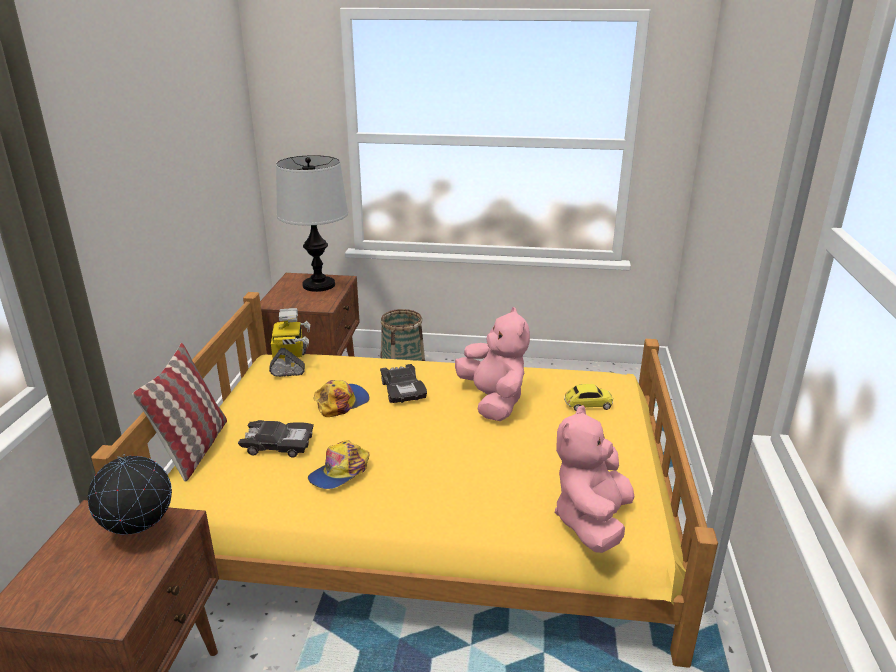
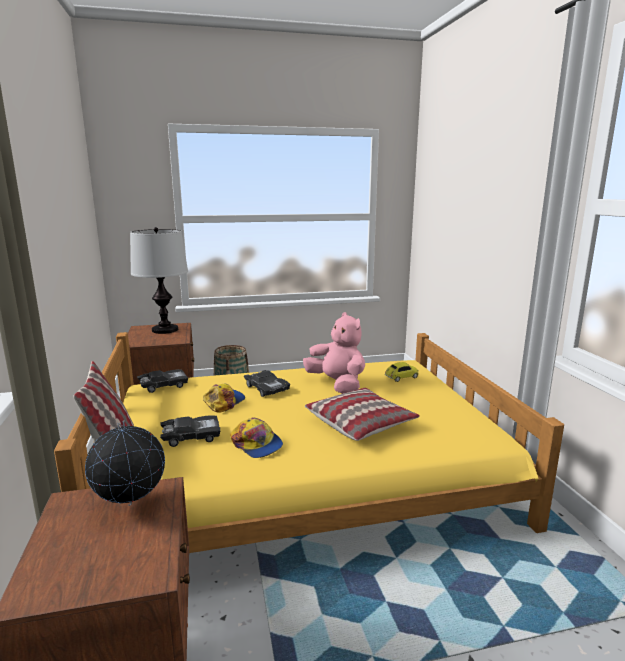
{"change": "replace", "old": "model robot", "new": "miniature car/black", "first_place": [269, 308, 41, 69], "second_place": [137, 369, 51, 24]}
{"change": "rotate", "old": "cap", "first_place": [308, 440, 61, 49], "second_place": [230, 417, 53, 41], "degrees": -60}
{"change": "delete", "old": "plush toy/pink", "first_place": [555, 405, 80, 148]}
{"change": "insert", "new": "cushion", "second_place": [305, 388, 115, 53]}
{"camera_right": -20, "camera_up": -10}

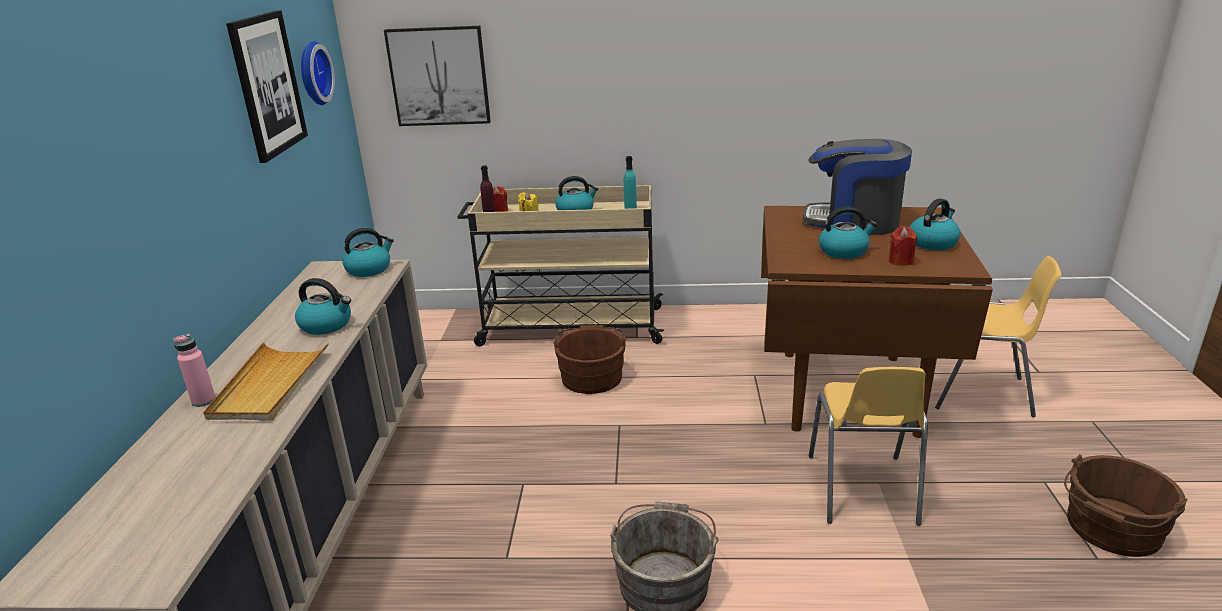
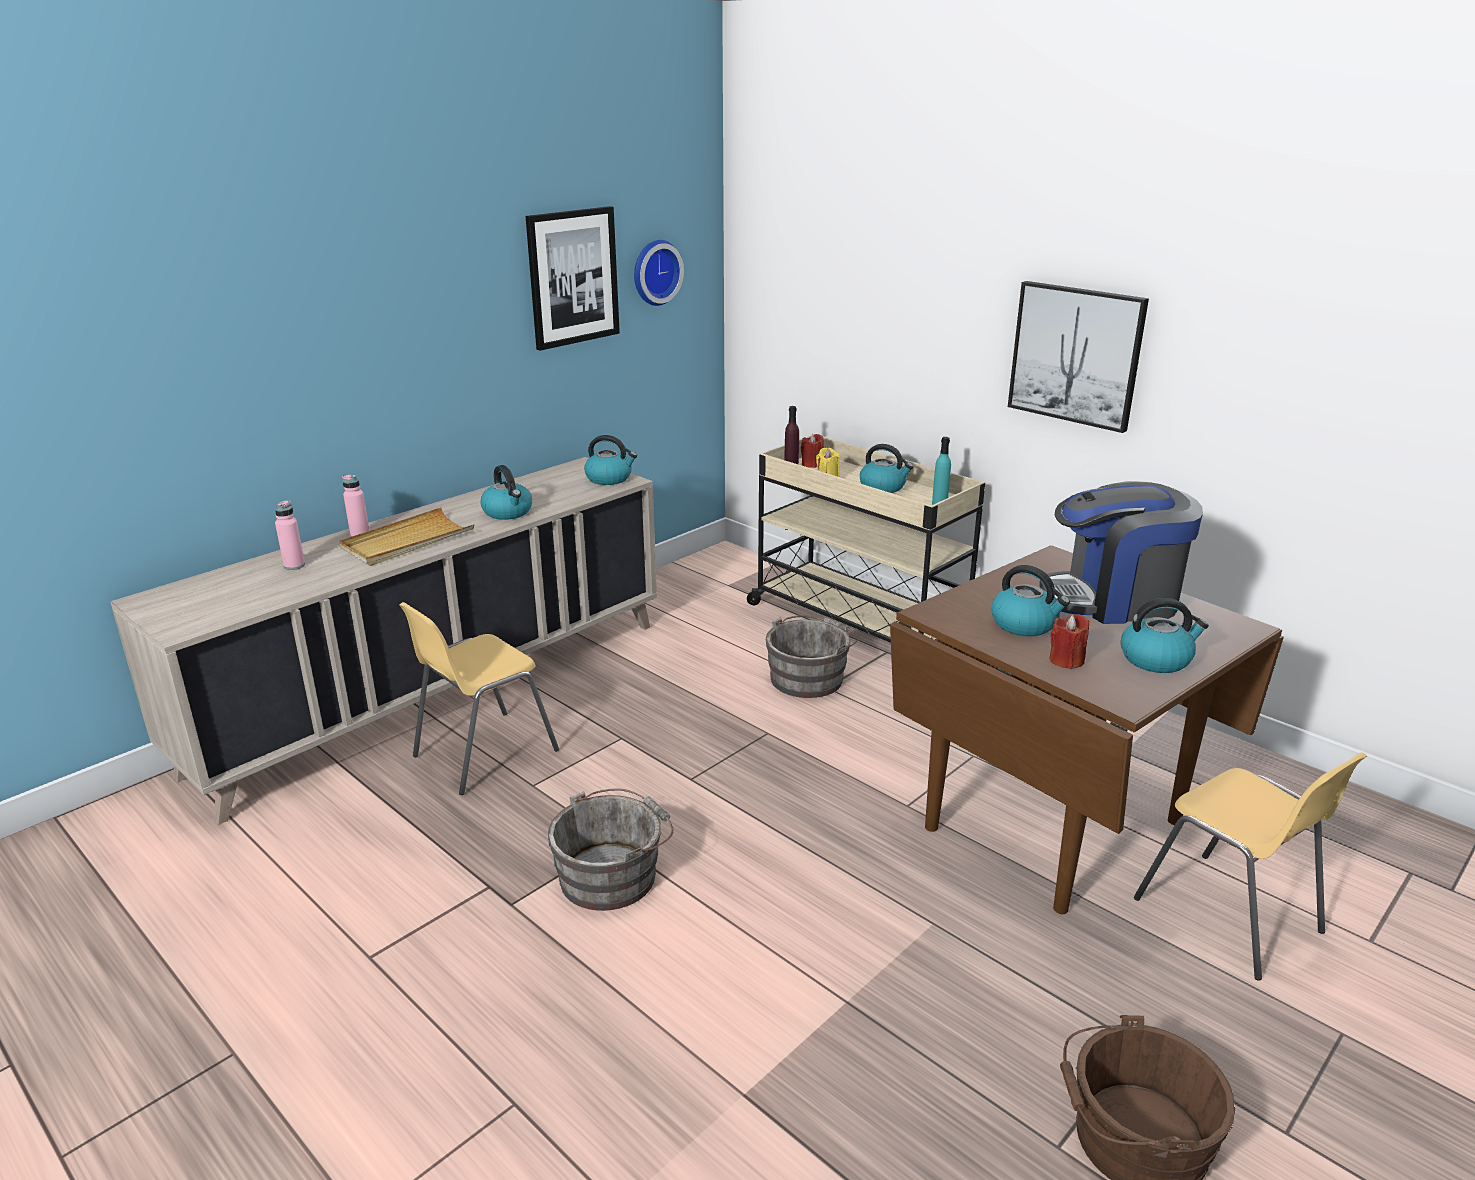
{"change": "move", "old": "wall picture", "first_place": [384, 26, 107, 100], "second_place": [1008, 281, 141, 152]}
{"change": "recolor", "old": "pail/brownish", "new": "pail/grey", "first_place": [553, 325, 74, 69], "second_place": [766, 615, 93, 83]}
{"change": "rotate", "old": "coffee maker", "first_place": [803, 139, 109, 96], "second_place": [1040, 481, 163, 143], "degrees": -60}
{"change": "move", "old": "chair/yellowish", "first_place": [809, 367, 119, 159], "second_place": [399, 602, 160, 193]}
{"change": "insert", "new": "beverage bottle/pink", "second_place": [275, 500, 30, 70]}
{"camera_right": 40, "camera_up": 0}

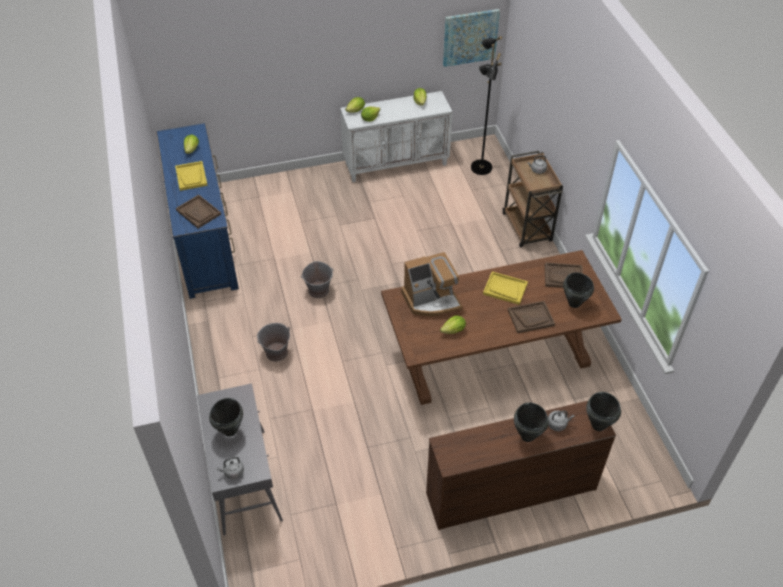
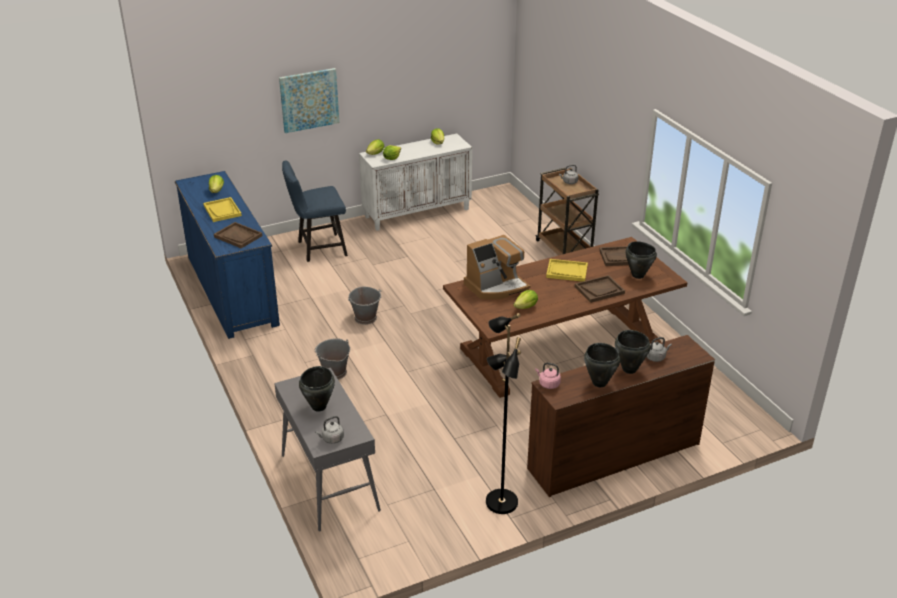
{"change": "move", "old": "wall picture", "first_place": [443, 9, 57, 58], "second_place": [279, 68, 60, 65]}
{"change": "move", "old": "floor lamp/black", "first_place": [471, 36, 31, 139], "second_place": [486, 313, 35, 201]}
{"change": "move", "old": "saucepot/black", "first_place": [586, 392, 35, 39], "second_place": [584, 343, 36, 44]}
{"change": "insert", "new": "chair/blue-coloured", "second_place": [282, 161, 66, 101]}
{"change": "insert", "new": "water kettle/pink", "second_place": [535, 363, 26, 26]}
{"camera_right": -10, "camera_up": -15}

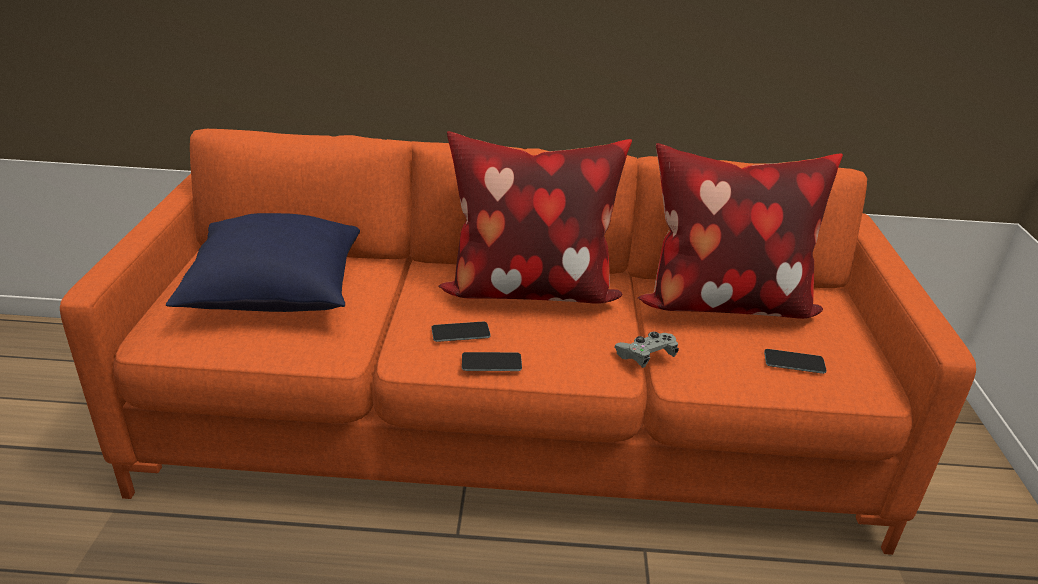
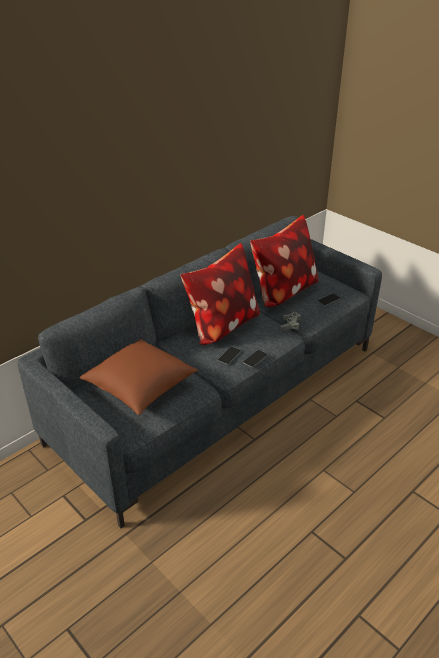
{"change": "recolor", "old": "settee/orange", "new": "settee/grey", "first_place": [60, 129, 916, 426], "second_place": [18, 216, 364, 312]}
{"change": "recolor", "old": "cushion/blue-coloured", "new": "cushion/brownish", "first_place": [166, 213, 194, 99], "second_place": [80, 339, 118, 76]}
{"camera_right": -45, "camera_up": 5}

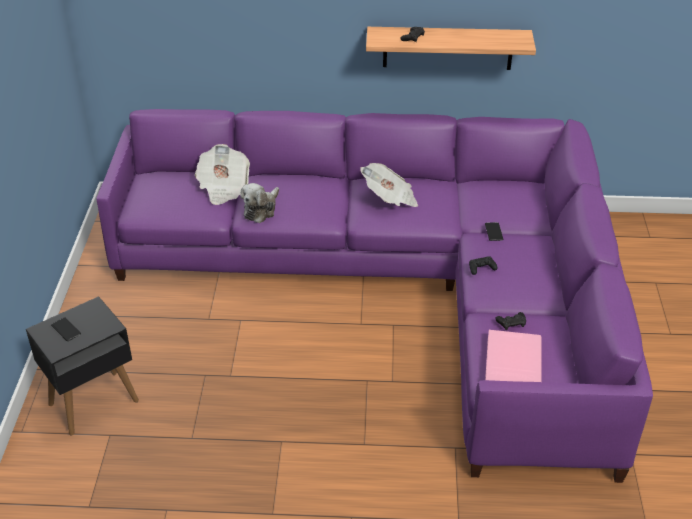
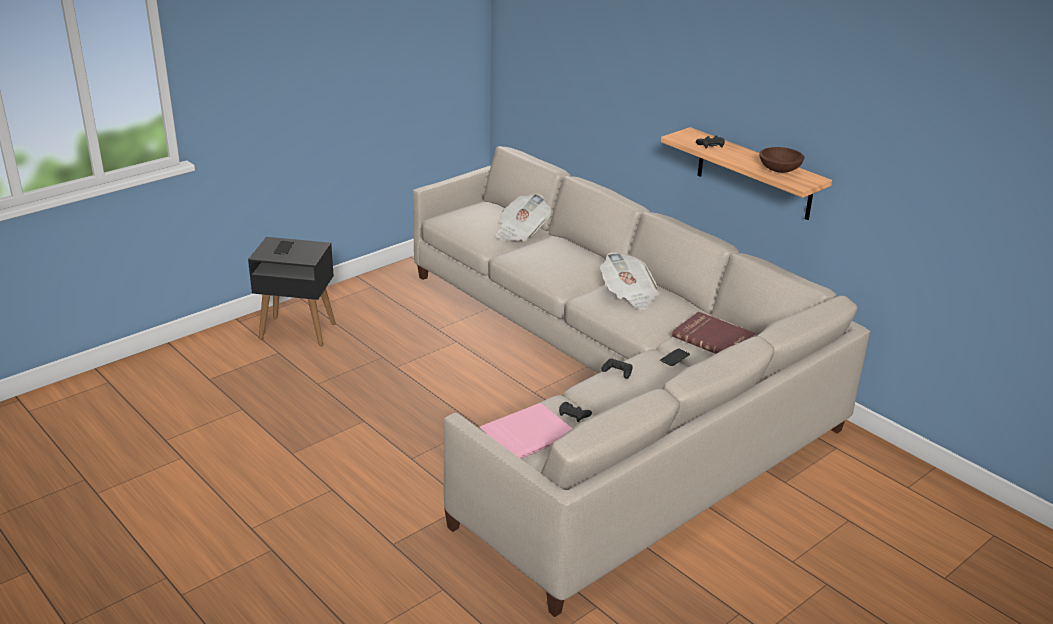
{"change": "recolor", "old": "settee/purple-coloured", "new": "settee/beige", "first_place": [96, 109, 557, 374], "second_place": [413, 146, 457, 471]}
{"change": "delete", "old": "plush toy", "first_place": [240, 183, 39, 40]}
{"change": "insert", "new": "volume/reddish", "second_place": [672, 312, 83, 42]}
{"change": "insert", "new": "deep dish/brownish", "second_place": [759, 147, 45, 26]}
{"camera_right": 45, "camera_up": -10}

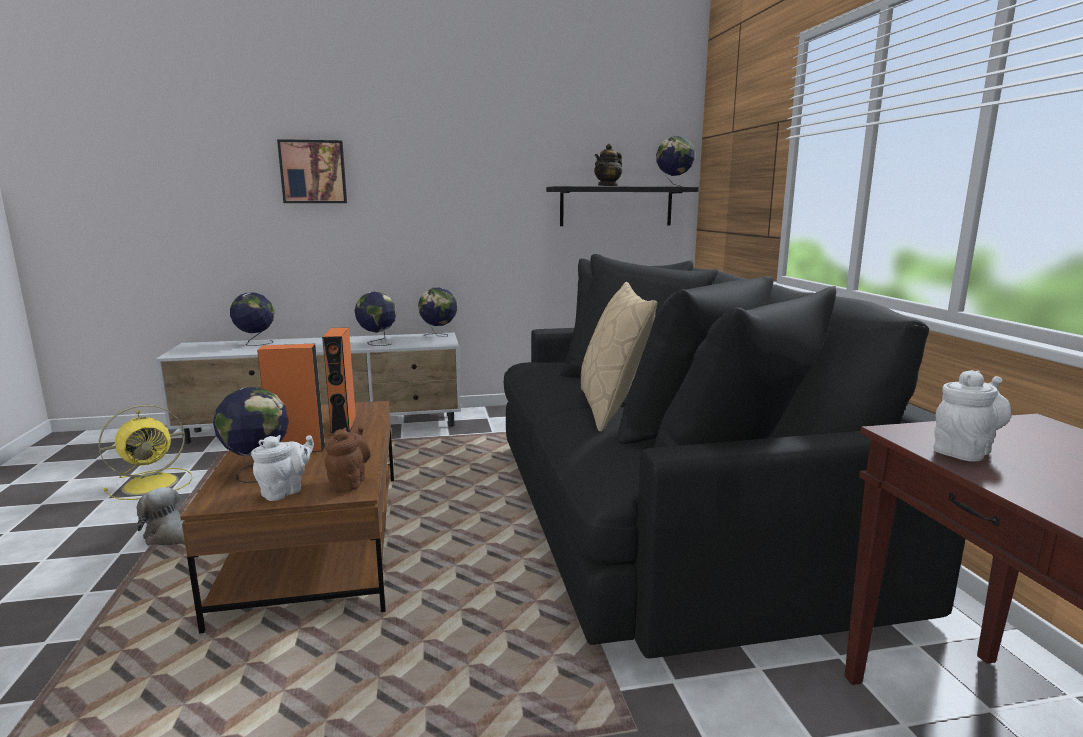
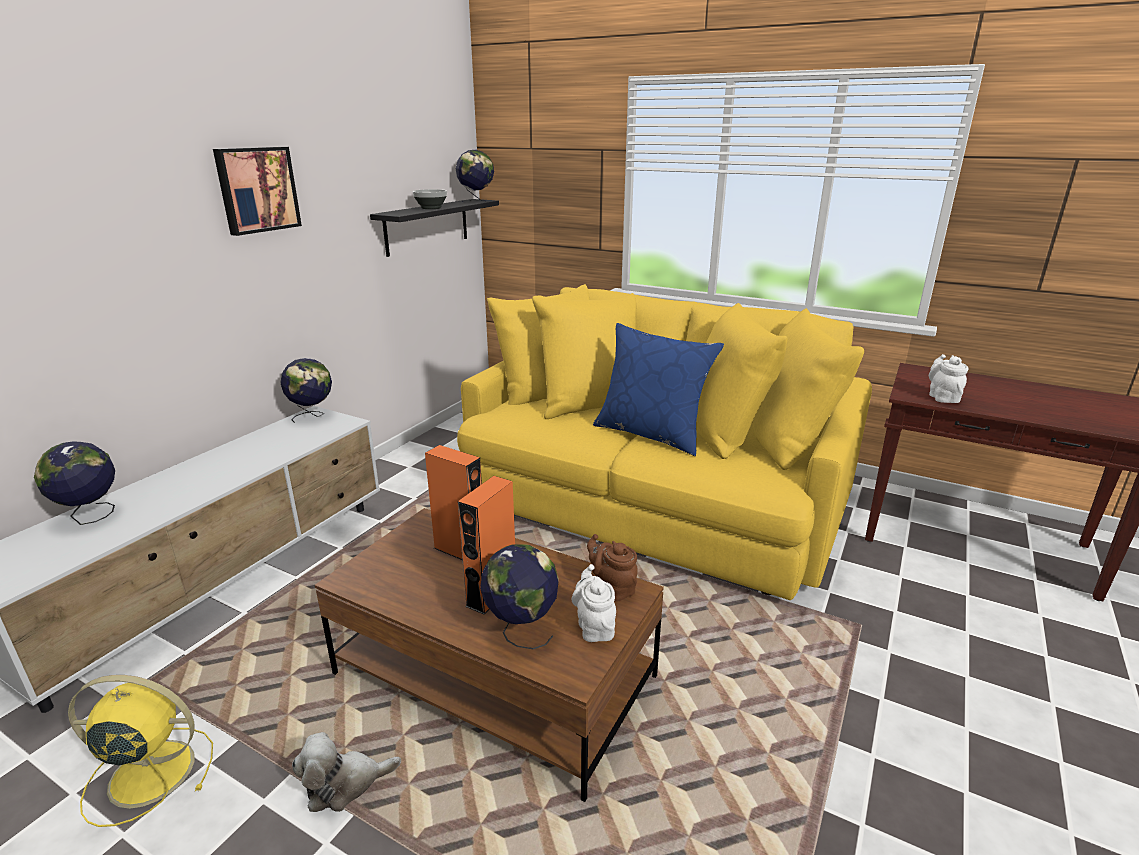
{"change": "rotate", "old": "cooling fan/yellowish", "first_place": [99, 405, 94, 95], "second_place": [68, 675, 145, 152], "degrees": -90}
{"change": "move", "old": "wall picture", "first_place": [277, 139, 70, 64], "second_place": [213, 147, 89, 89]}
{"change": "delete", "old": "desk globe", "first_place": [355, 292, 41, 54]}
{"change": "recolor", "old": "settee/black", "new": "settee/yellowish", "first_place": [504, 254, 461, 404], "second_place": [457, 284, 415, 316]}
{"change": "recolor", "old": "cushion/beige", "new": "cushion/blue-coloured", "first_place": [581, 282, 76, 150], "second_place": [593, 323, 131, 133]}
{"change": "replace", "old": "teapot", "new": "deep dish", "first_place": [594, 144, 28, 42], "second_place": [412, 189, 35, 20]}
{"camera_right": -50, "camera_up": 10}

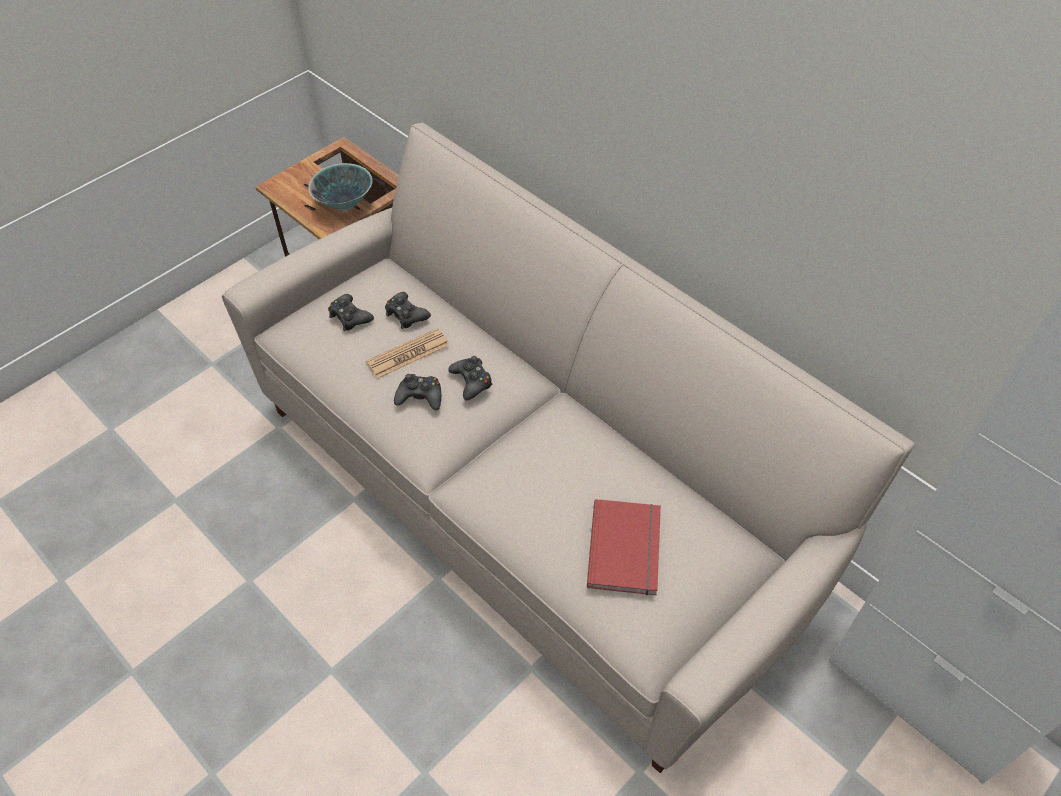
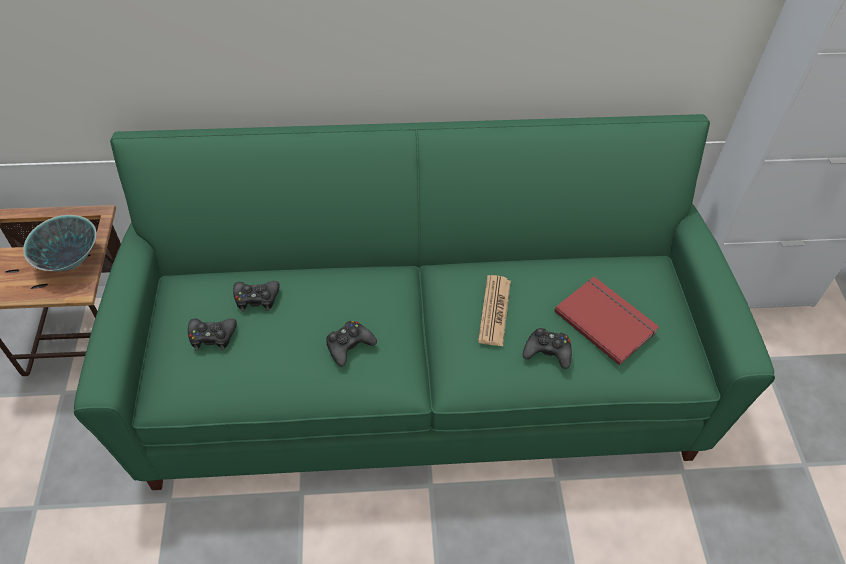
{"change": "recolor", "old": "settee/beige", "new": "settee/green", "first_place": [222, 123, 693, 650], "second_place": [74, 114, 701, 376]}
{"change": "move", "old": "printed paper", "first_place": [366, 328, 83, 51], "second_place": [478, 275, 33, 71]}
{"change": "move", "old": "game controller/black", "first_place": [448, 356, 45, 44], "second_place": [523, 328, 49, 41]}
{"camera_right": -50, "camera_up": 0}

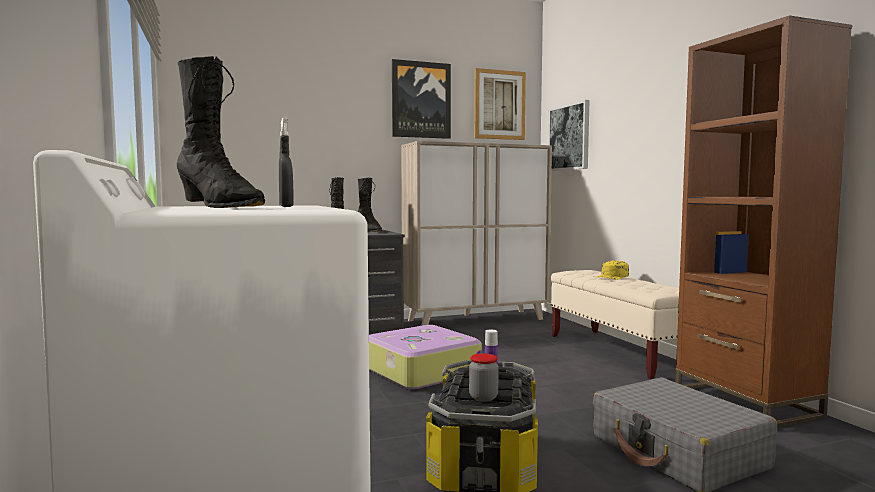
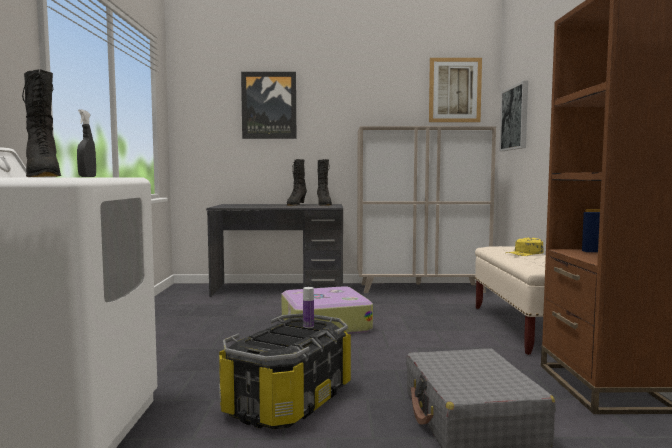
{"change": "move", "old": "wall picture", "first_place": [392, 59, 59, 80], "second_place": [241, 72, 55, 67]}
{"change": "delete", "old": "preserve jar", "first_place": [469, 353, 30, 49]}
{"camera_right": 20, "camera_up": 0}

